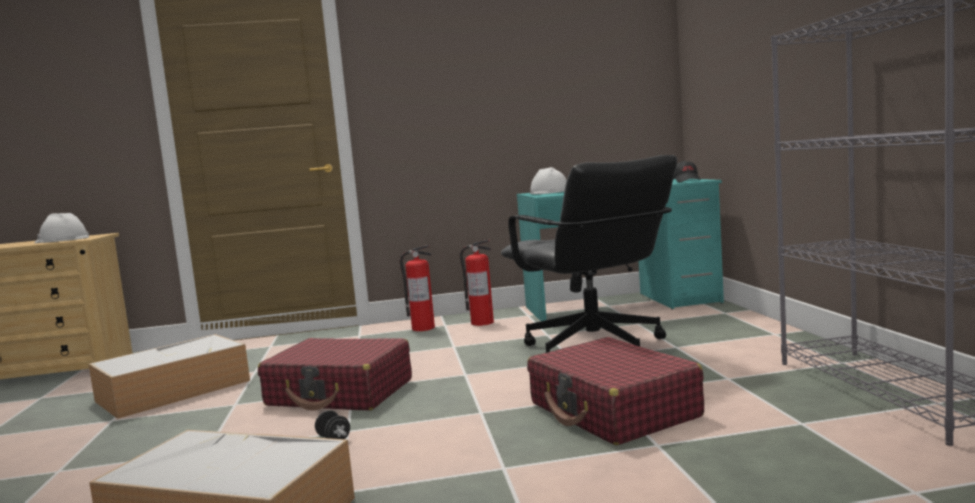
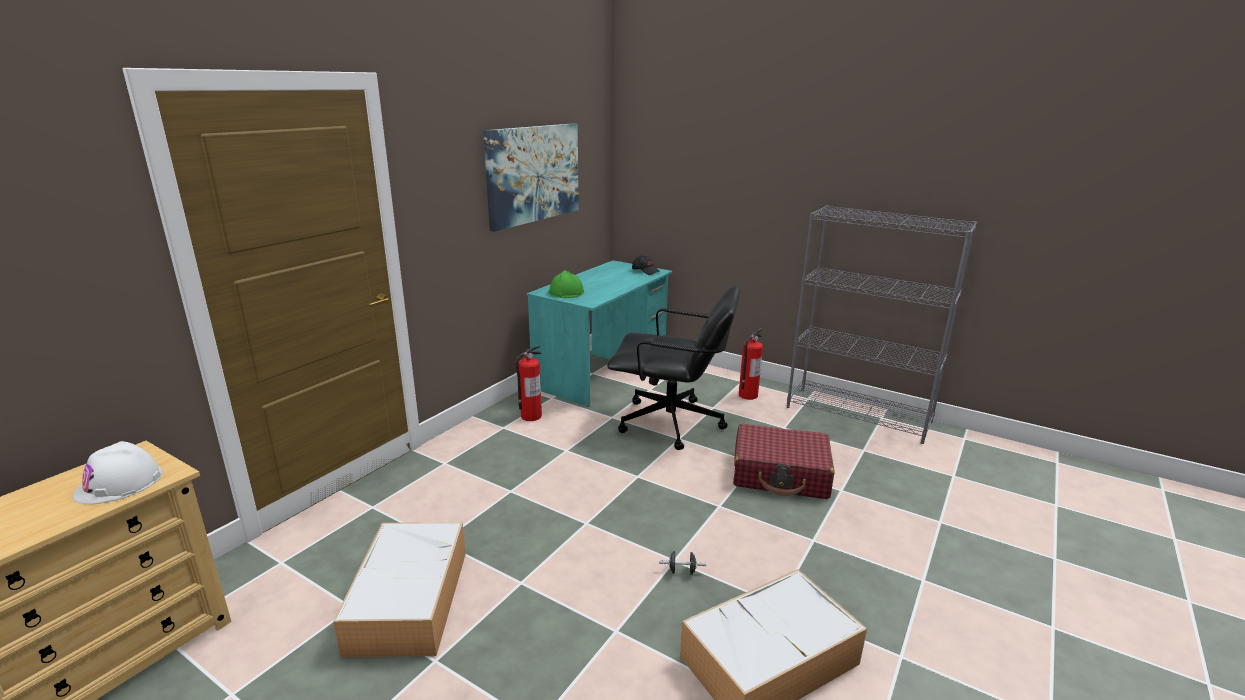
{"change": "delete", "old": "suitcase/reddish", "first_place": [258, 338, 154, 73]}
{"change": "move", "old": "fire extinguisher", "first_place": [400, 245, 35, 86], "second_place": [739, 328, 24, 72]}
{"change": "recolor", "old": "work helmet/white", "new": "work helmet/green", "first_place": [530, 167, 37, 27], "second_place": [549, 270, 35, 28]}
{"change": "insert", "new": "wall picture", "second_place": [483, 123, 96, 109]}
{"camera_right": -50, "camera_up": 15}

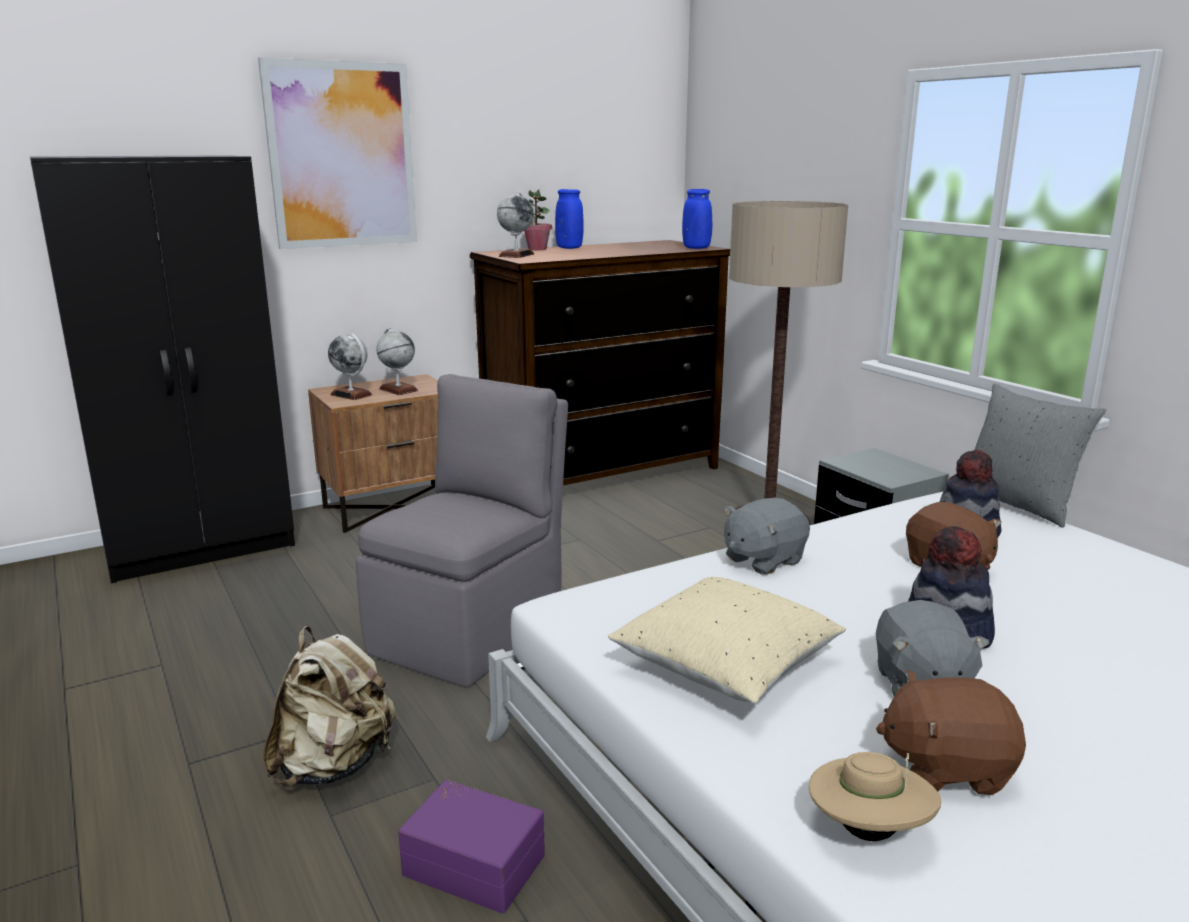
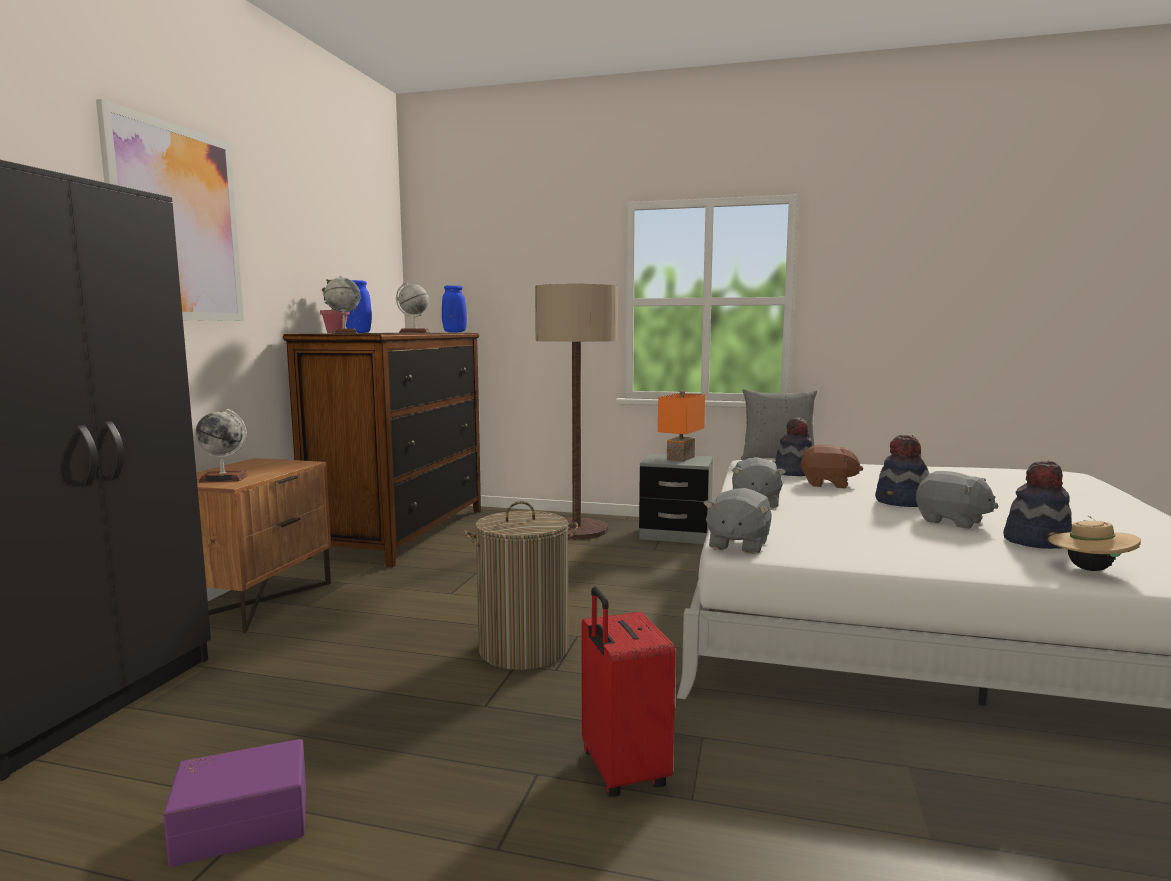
{"change": "replace", "old": "knapsack/beige", "new": "suitcase/reddish", "first_place": [263, 626, 133, 161], "second_place": [582, 587, 94, 210]}
{"change": "replace", "old": "chair/grey", "new": "washing basket", "first_place": [356, 374, 212, 314], "second_place": [464, 501, 114, 169]}
{"change": "move", "old": "desk globe", "first_place": [377, 328, 41, 67], "second_place": [396, 282, 34, 51]}
{"change": "move", "old": "storage box/purple-coloured", "first_place": [398, 780, 147, 133], "second_place": [163, 739, 143, 128]}
{"change": "delete", "old": "cushion/beige", "first_place": [608, 577, 238, 126]}
{"change": "replace", "old": "plush toy/brownish", "new": "wearable hat", "first_place": [876, 670, 150, 125], "second_place": [1003, 460, 69, 89]}
{"change": "insert", "new": "table lamp/orange", "second_place": [658, 391, 47, 71]}
{"change": "insert", "new": "plush toy/grey", "second_place": [703, 488, 69, 66]}
{"camera_right": -45, "camera_up": -10}

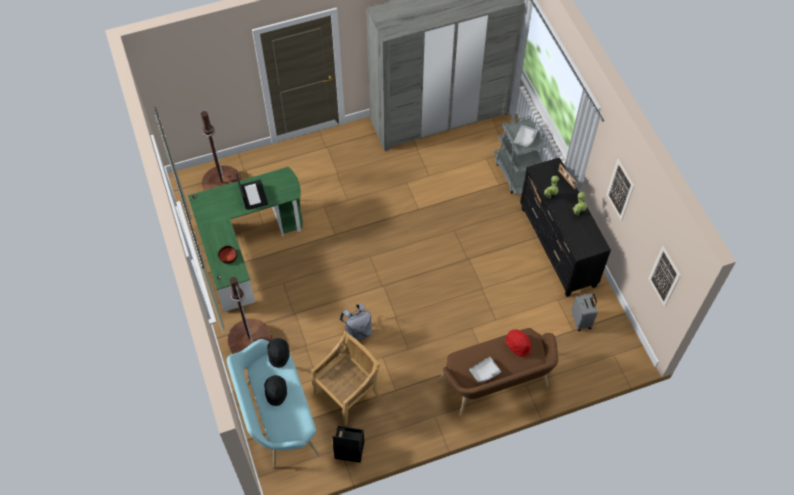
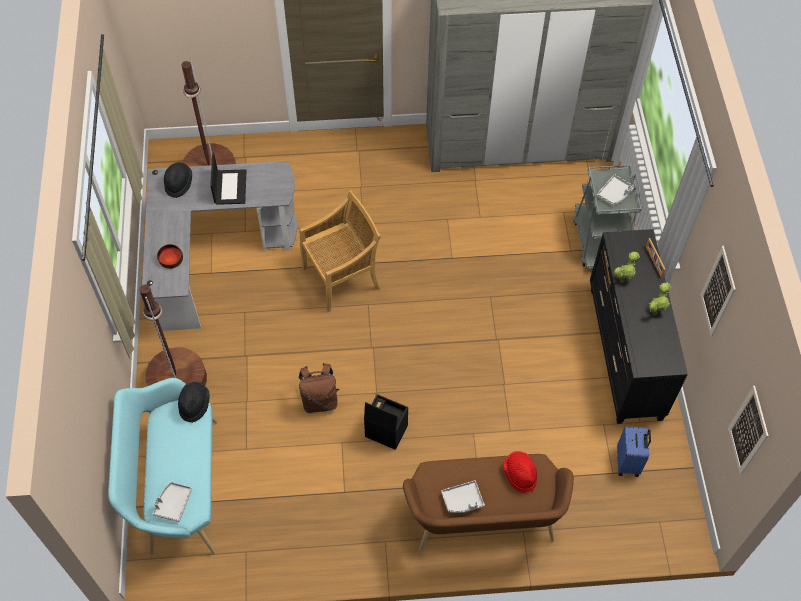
{"change": "recolor", "old": "desk/green", "new": "desk/grey", "first_place": [188, 167, 115, 145], "second_place": [141, 161, 156, 170]}
{"change": "move", "old": "wearable hat/black", "first_place": [264, 375, 23, 31], "second_place": [164, 162, 28, 36]}
{"change": "move", "old": "chair/beige", "first_place": [311, 331, 69, 95], "second_place": [299, 190, 82, 122]}
{"change": "move", "old": "storage box/black", "first_place": [333, 426, 31, 37], "second_place": [364, 394, 44, 56]}
{"change": "recolor", "old": "knapsack/grey", "new": "knapsack/brownish", "first_place": [339, 304, 33, 37], "second_place": [298, 363, 41, 50]}
{"change": "recolor", "old": "suitcase/grey", "new": "suitcase/blue-coloured", "first_place": [571, 293, 27, 38], "second_place": [617, 426, 34, 51]}
{"change": "insert", "new": "serving tray/grey", "second_place": [153, 482, 39, 40]}
{"camera_right": 15, "camera_up": 0}

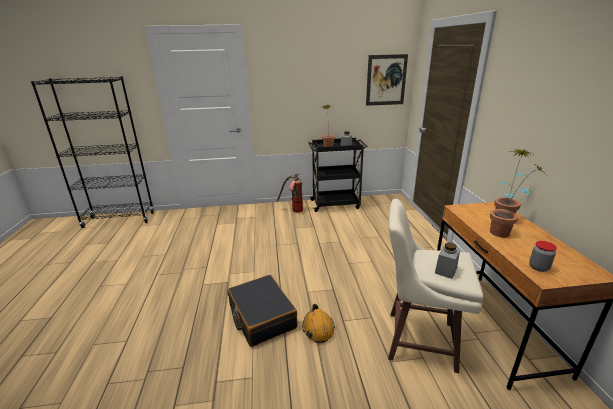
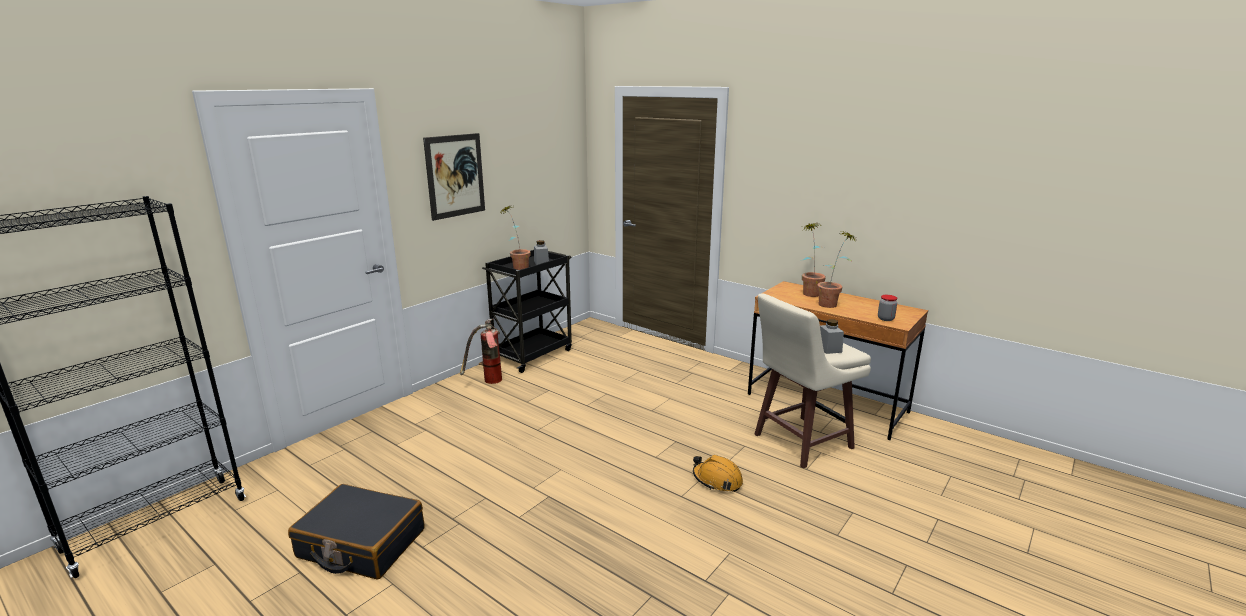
{"change": "move", "old": "suitcase/black", "first_place": [227, 275, 70, 72], "second_place": [288, 484, 137, 95]}
{"change": "move", "old": "wall picture", "first_place": [366, 54, 42, 52], "second_place": [423, 133, 62, 88]}
{"camera_right": -45, "camera_up": -5}

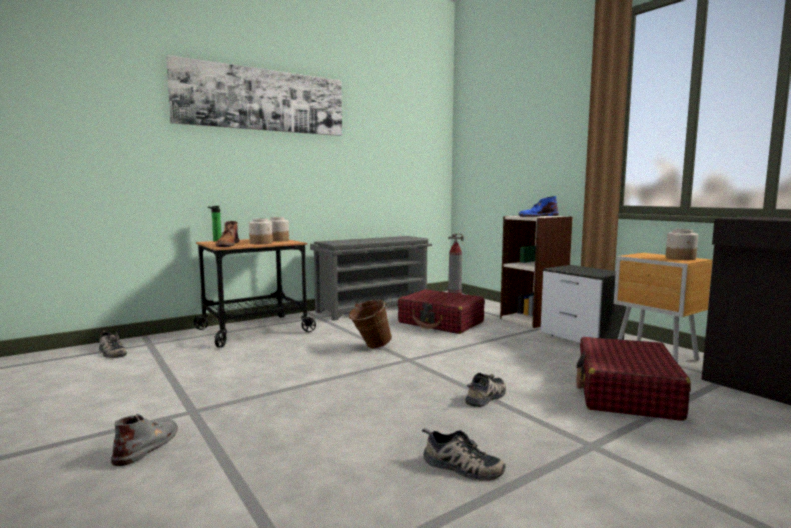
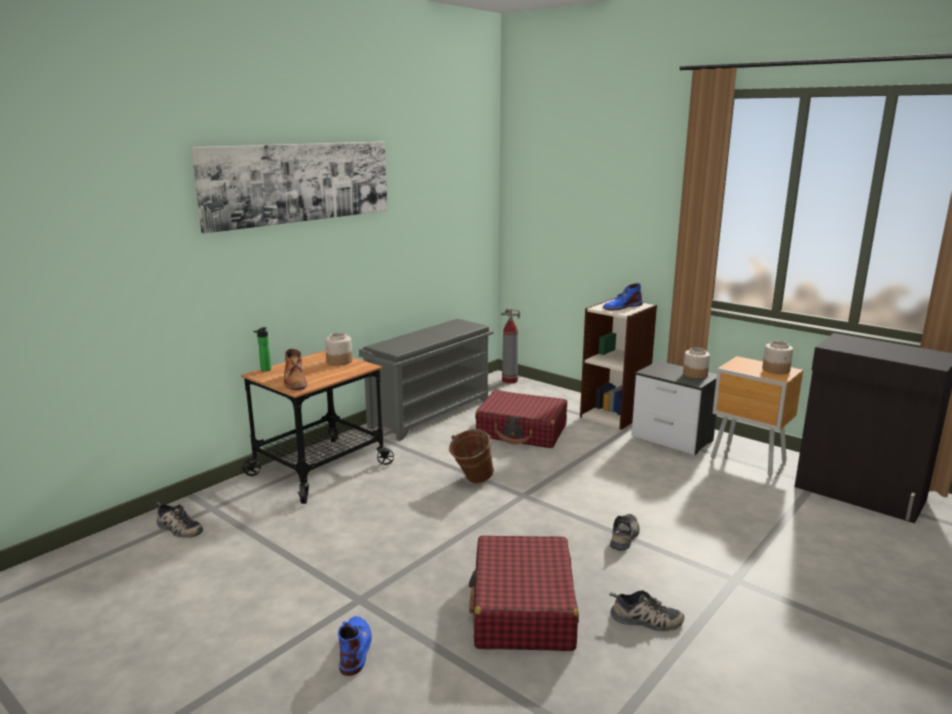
{"change": "recolor", "old": "boot/grey", "new": "boot/blue-coloured", "first_place": [111, 414, 67, 52], "second_place": [338, 616, 34, 60]}
{"change": "move", "old": "preserve jar", "first_place": [249, 218, 24, 26], "second_place": [683, 348, 27, 31]}
{"change": "move", "old": "suitcase/reddish", "first_place": [576, 337, 115, 84], "second_place": [469, 535, 110, 116]}
{"camera_right": -15, "camera_up": 10}

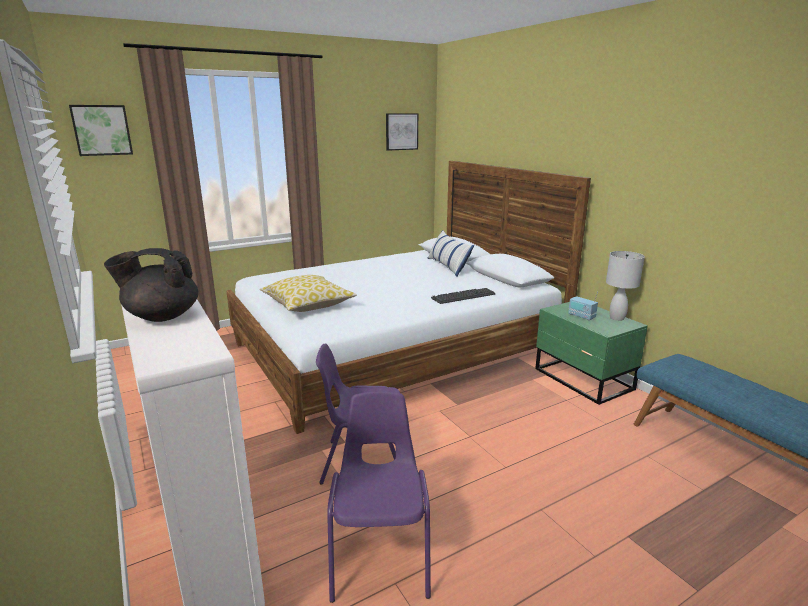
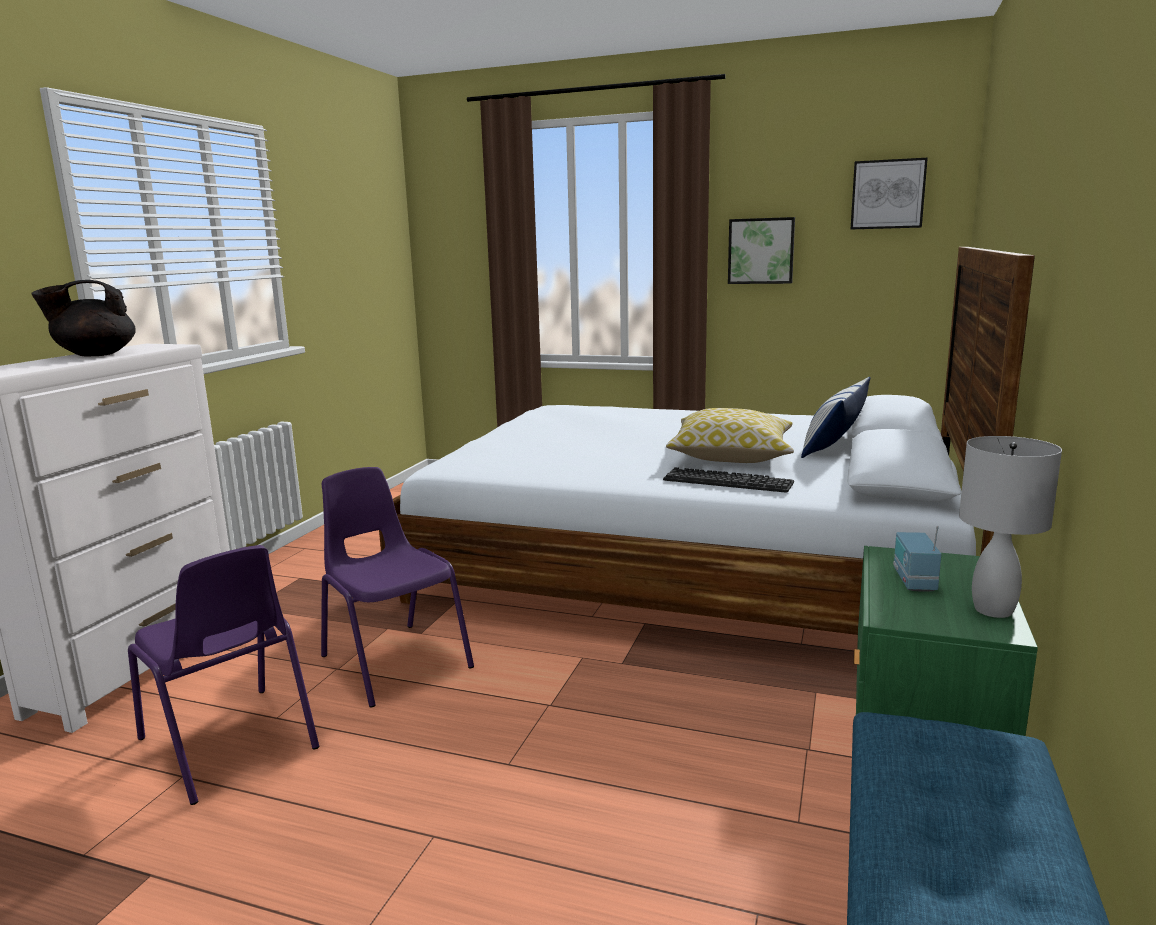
{"change": "move", "old": "wall picture", "first_place": [69, 105, 64, 51], "second_place": [728, 217, 67, 67]}
{"change": "rotate", "old": "teapot/black", "first_place": [104, 248, 95, 74], "second_place": [31, 280, 105, 76], "degrees": -75}
{"change": "move", "old": "cushion", "first_place": [260, 275, 97, 37], "second_place": [666, 408, 128, 55]}
{"change": "rotate", "old": "chair/purple-coloured", "first_place": [327, 391, 104, 212], "second_place": [128, 545, 191, 260], "degrees": 90}
{"camera_right": 50, "camera_up": -5}

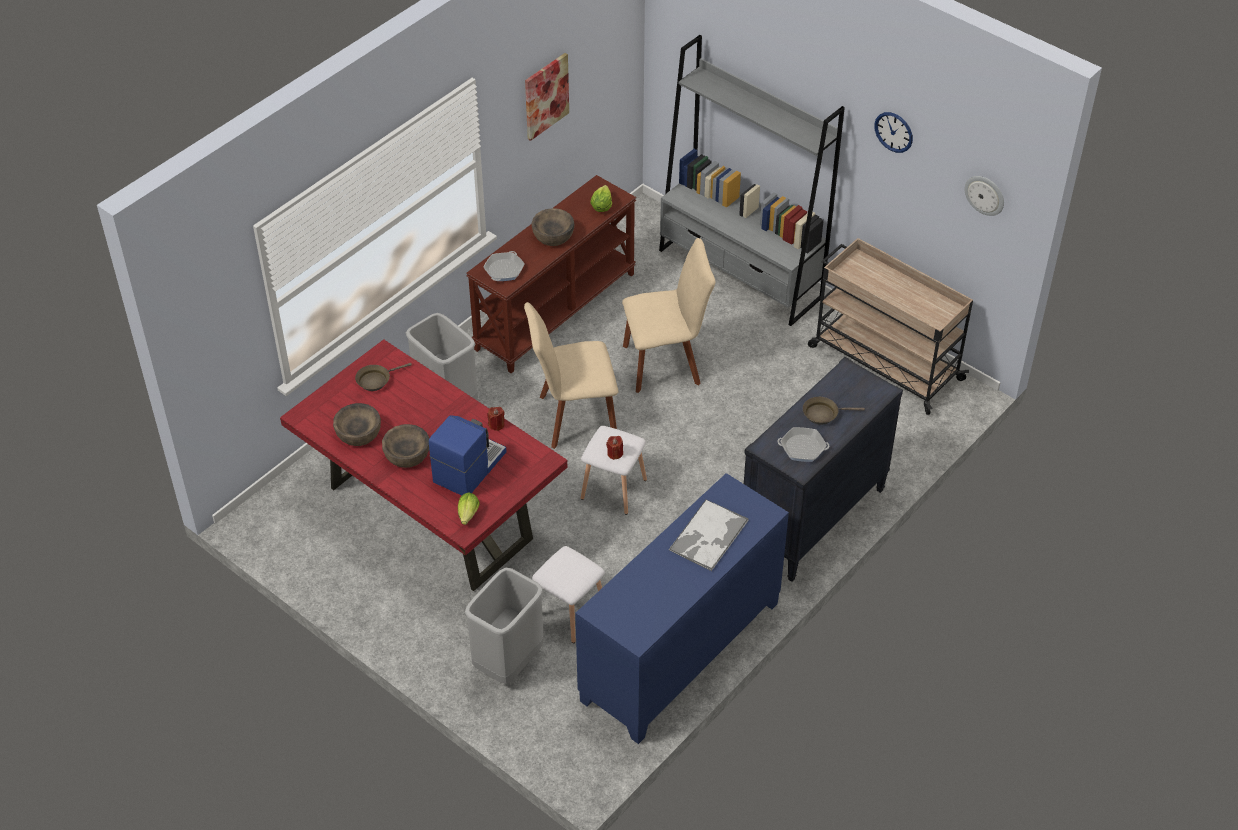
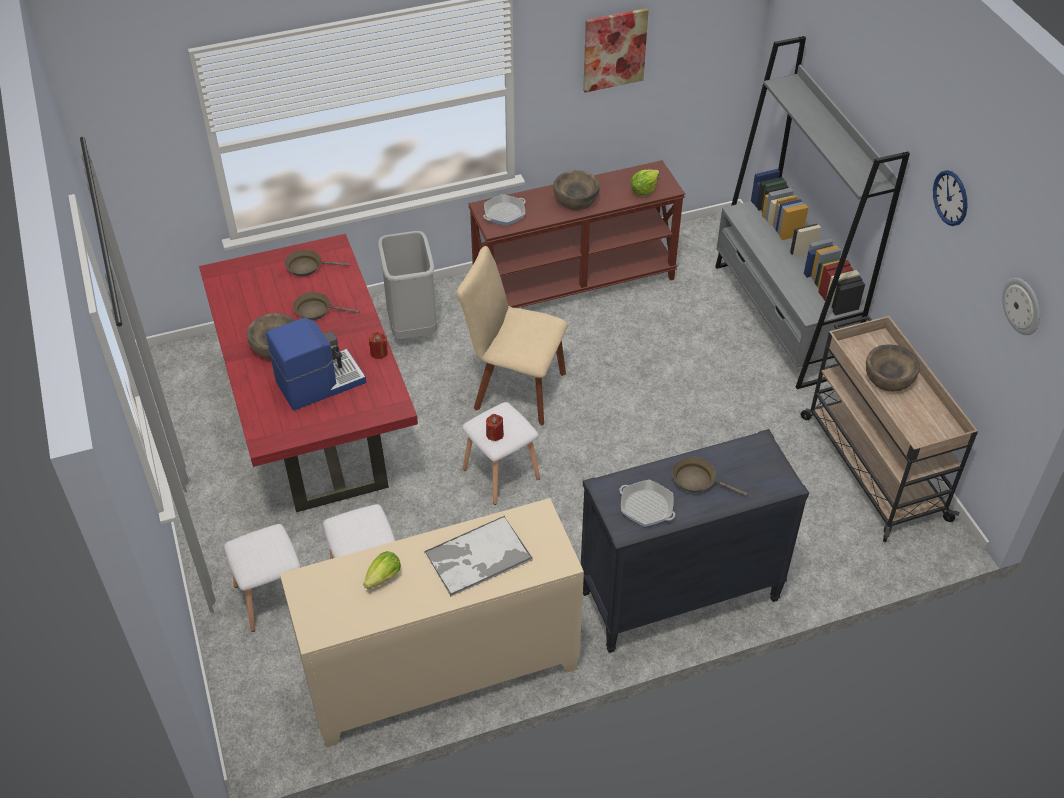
{"change": "move", "old": "deep dish/brownish", "first_place": [333, 403, 48, 43], "second_place": [866, 344, 54, 48]}
{"change": "move", "old": "head of lettuce", "first_place": [458, 492, 22, 33], "second_place": [363, 551, 38, 38]}
{"change": "replace", "old": "trash can/grey", "new": "stool/white", "first_place": [465, 568, 79, 116], "second_place": [224, 524, 76, 108]}
{"change": "recolor", "old": "cupboard/blue-coloured", "new": "cupboard/beige", "first_place": [575, 473, 214, 271], "second_place": [280, 498, 304, 249]}
{"change": "delete", "old": "chair/beige", "first_place": [622, 238, 93, 155]}
{"change": "insert", "new": "skillet/brownish", "second_place": [293, 292, 66, 28]}
{"camera_right": 30, "camera_up": 0}

